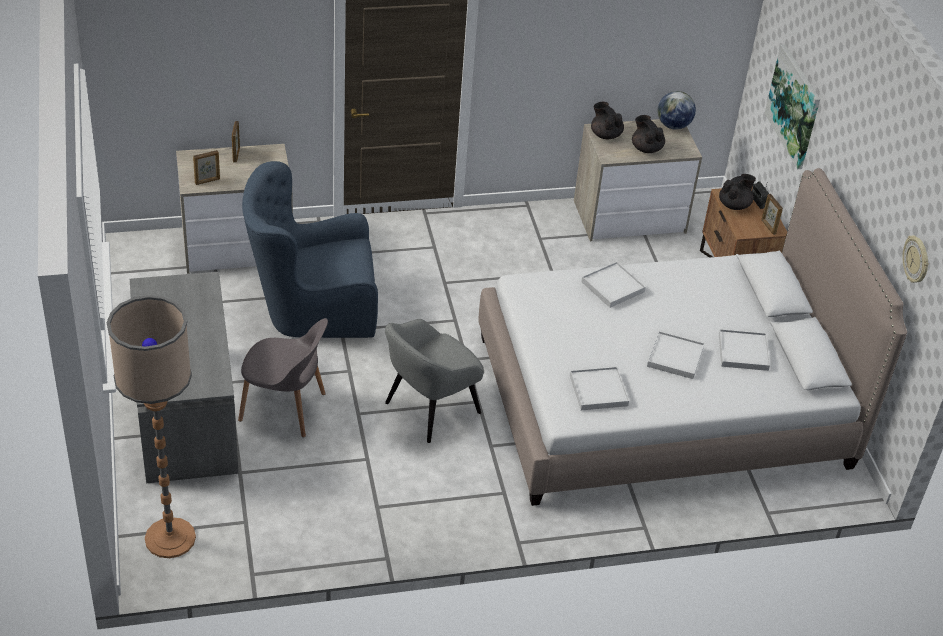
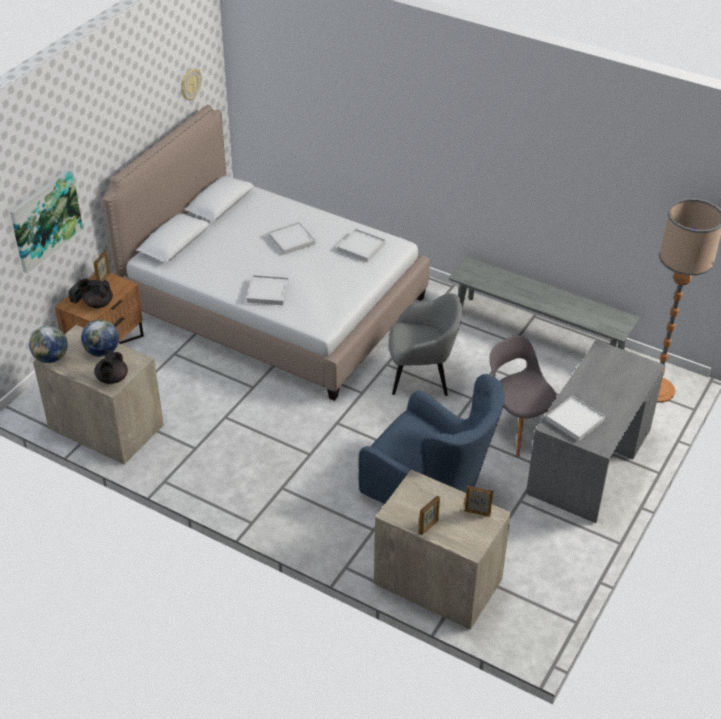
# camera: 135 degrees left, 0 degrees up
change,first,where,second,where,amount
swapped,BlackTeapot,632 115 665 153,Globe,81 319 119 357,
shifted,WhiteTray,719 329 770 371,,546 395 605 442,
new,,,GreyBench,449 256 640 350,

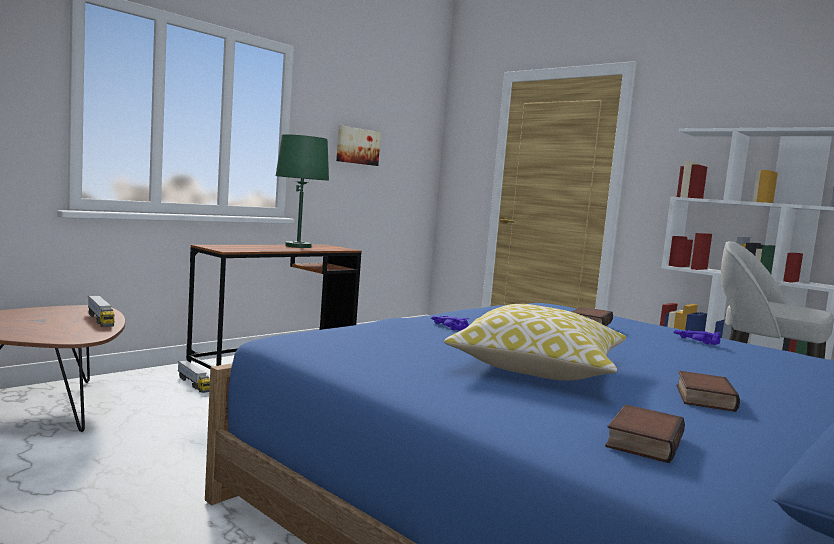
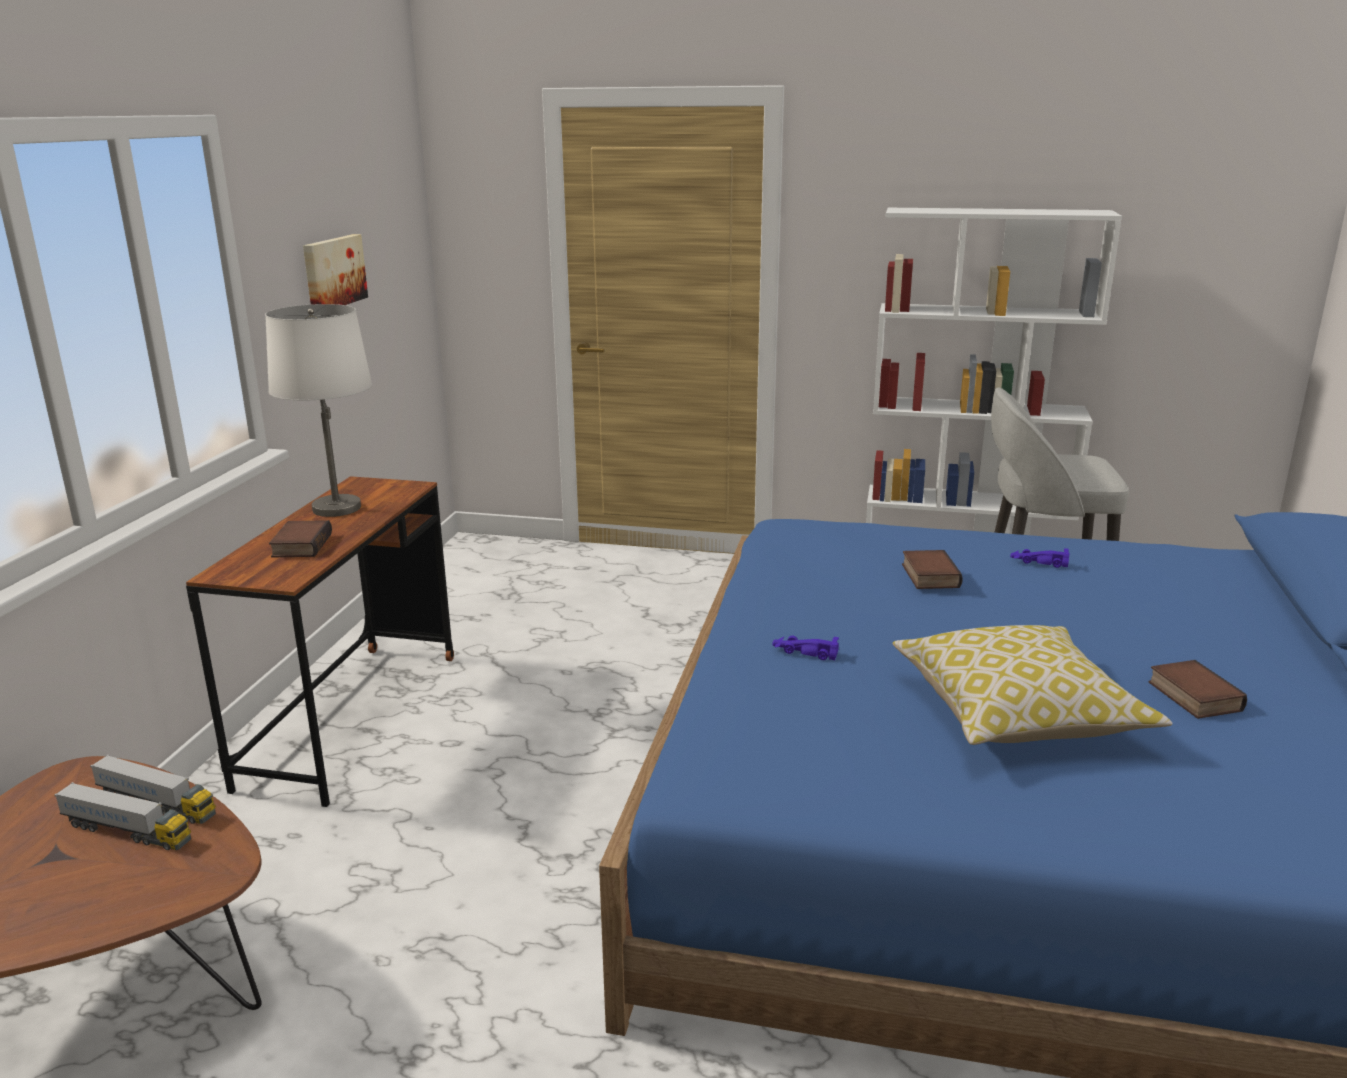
# camera: 30 degrees left, 15 degrees up
change,first,where,second,where,amount
shifted,ToyTruck,178 360 210 393,,54 782 191 850,
repainted,GreenTableLamp,276 134 329 248,WhiteTableLamp,265 304 372 517,
shifted,Book,605 404 685 463,,269 520 332 557,

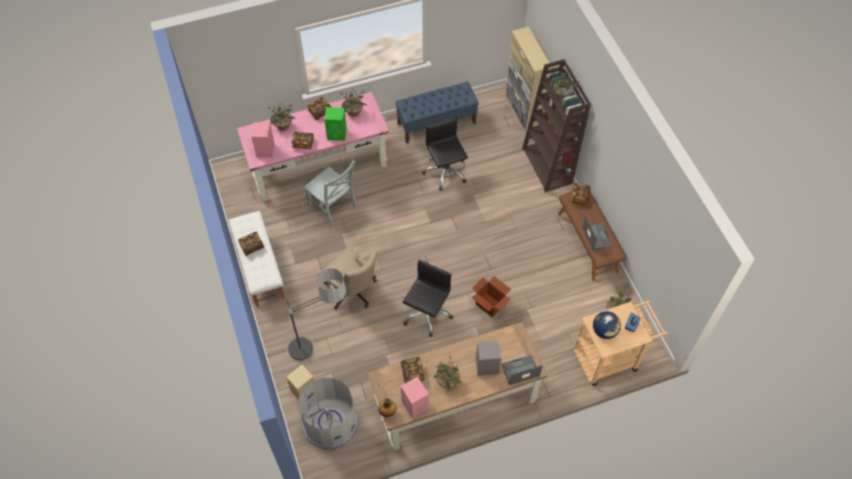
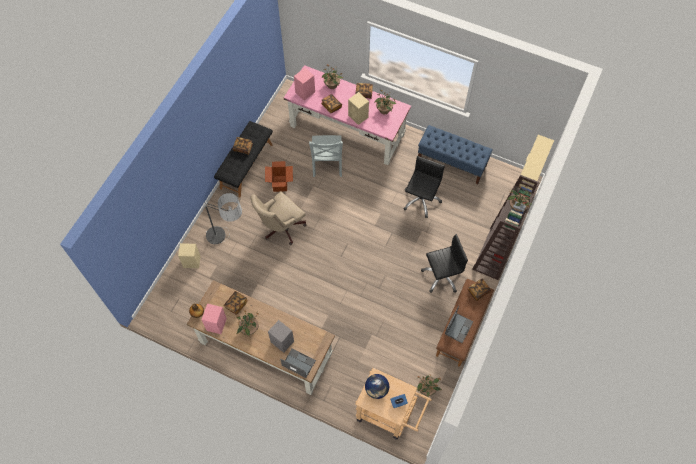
# camera: 45 degrees right, 5 degrees up
change,first,where,second,where,amount
repainted,WhiteBench,229 211 285 307,BlackBench,214 121 273 198,
gone,GreyTrashCan,298 378 357 448,,,
rotated,BeigeOfficeChair,318 247 377 309,,251 191 306 245,45 degrees clockwise
repainted,GreenSpeaker,324 107 347 141,BeigeSpeaker,348 92 369 125,
shifted,BlackOfficeChair,403 260 453 337,,421 234 468 293,
shifted,CardboardBox,471 276 511 318,,265 161 293 192,

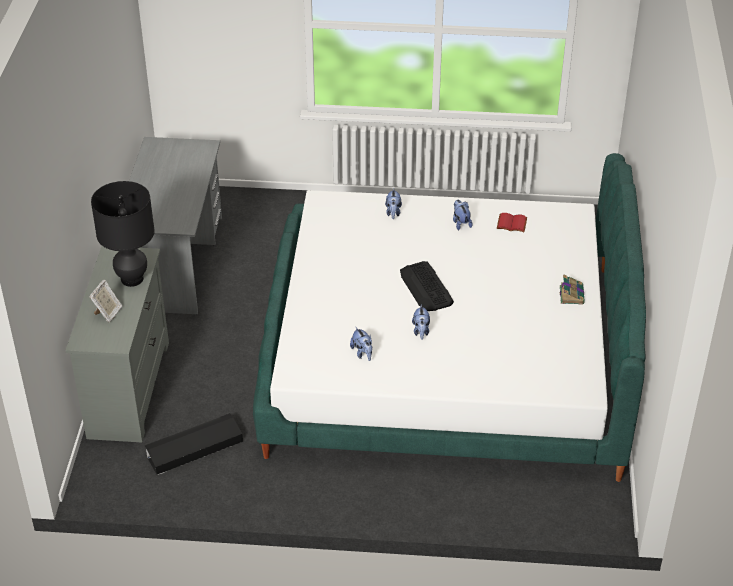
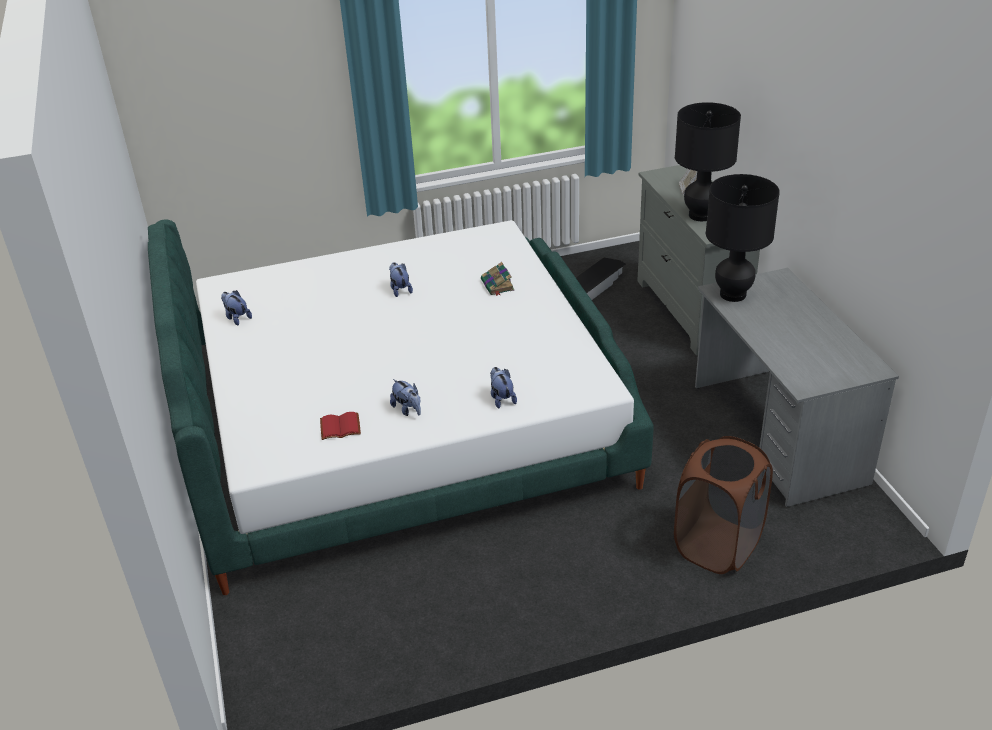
# camera: 160 degrees right, 5 degrees down
change,first,where,second,where,amount
shifted,PlushToy,350 327 372 361,,221 290 252 325,
gone,Keyboard,400 261 454 311,,,
shifted,Book,560 274 585 305,,481 262 515 296,
new,,,BrownLaundryBasket,674 436 773 574,
new,,,BlackTableLamp,706 174 780 302,

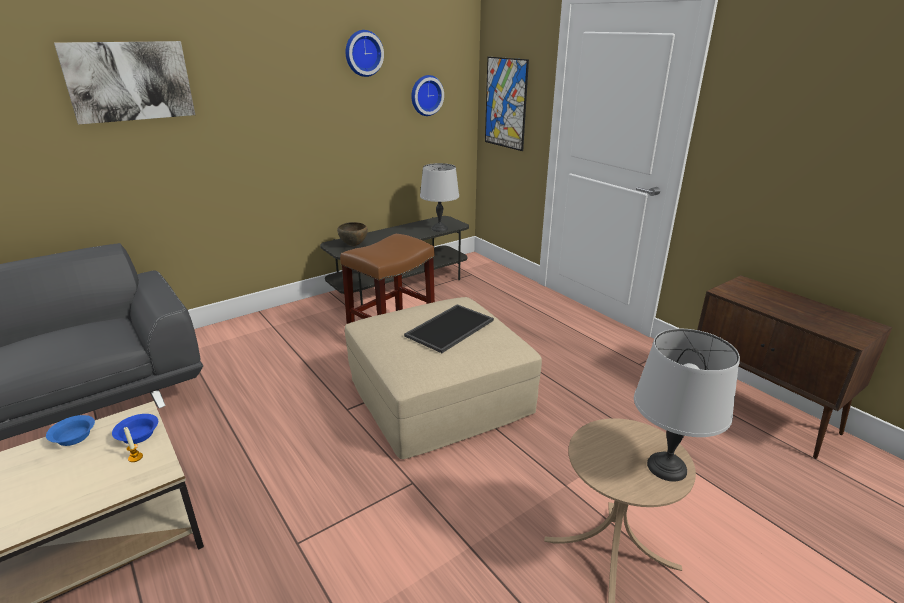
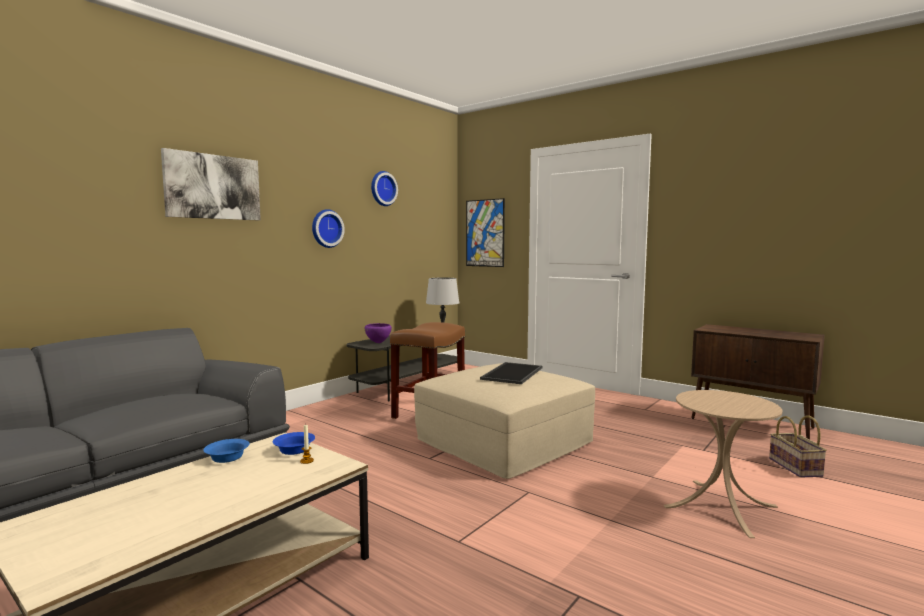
# camera: 15 degrees left, 20 degrees down
change,first,where,second,where,amount
repainted,BrownBowl,337 222 368 246,PurpleBowl,365 323 392 343,
shifted,WallClock,411 75 444 116,,312 209 345 248,
gone,GreyTableLamp,634 329 740 482,,,
new,,,Basket,769 415 827 478,

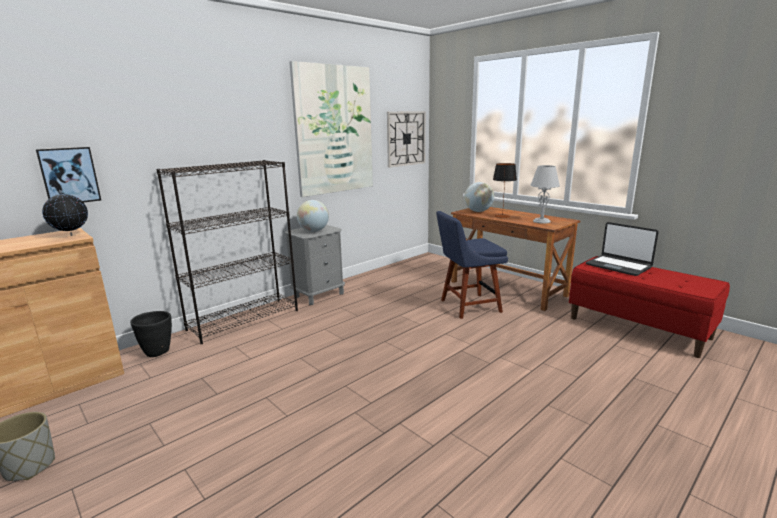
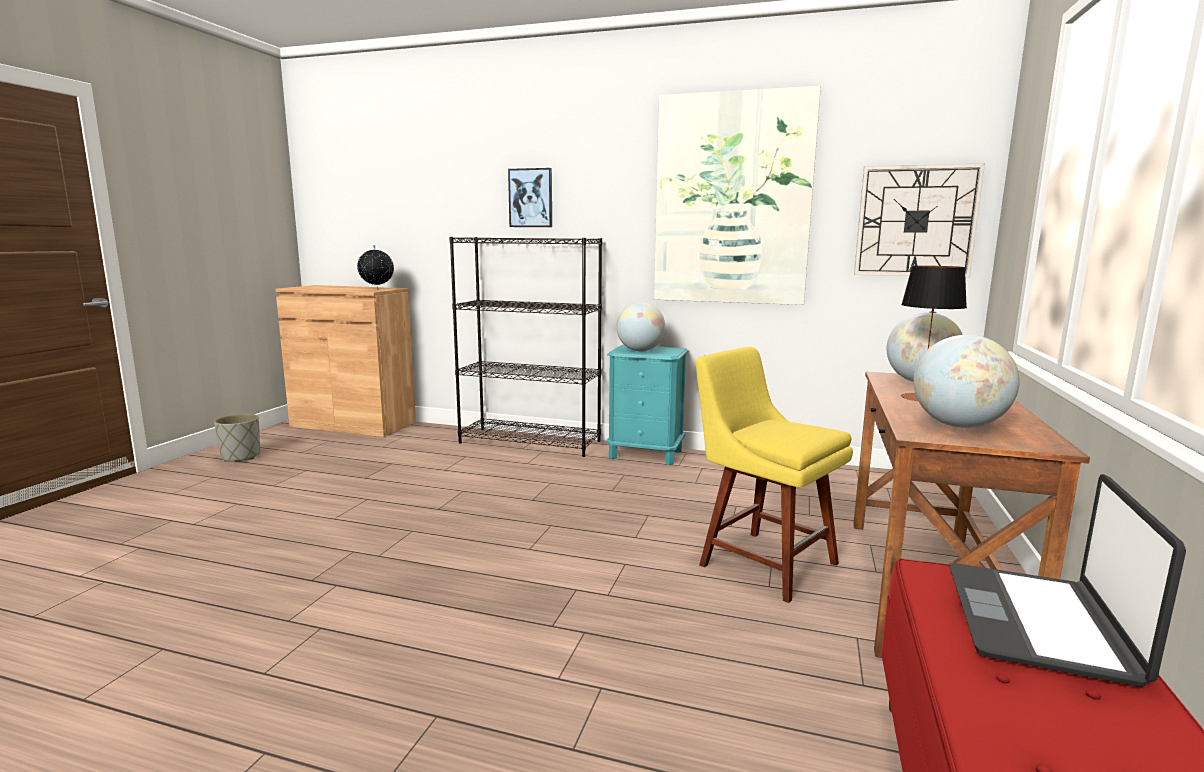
# camera: 60 degrees right, 5 degrees down
change,first,where,second,where,amount
shifted,Picture,36 147 101 203,,508 168 552 227,
gone,BlackPlanter,130 311 172 357,,,
repainted,GreyNightstand,285 225 345 305,TurquoiseNightstand,606 345 688 465,
repainted,BlueChair,436 211 508 319,YellowChair,696 347 853 603,
swapped,GreyTableLamp,531 165 560 224,Globe,913 335 1020 428,

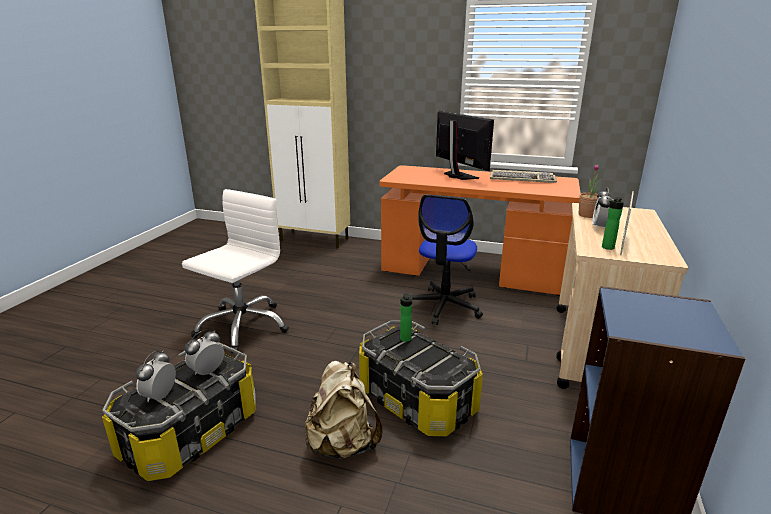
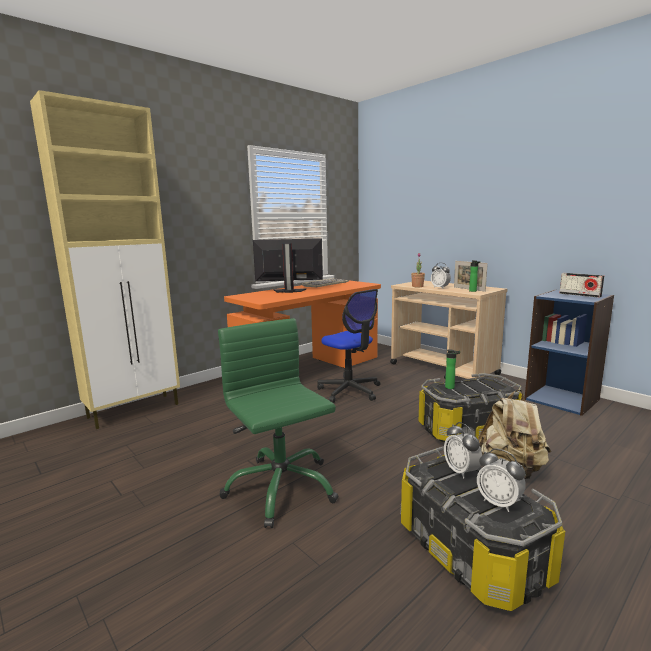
# camera: 60 degrees left, 10 degrees down
change,first,where,second,where,amount
repainted,WhiteOfficeChair,182 189 289 353,GreenOfficeChair,218 318 339 528,
new,,,Radio,559 273 604 298,

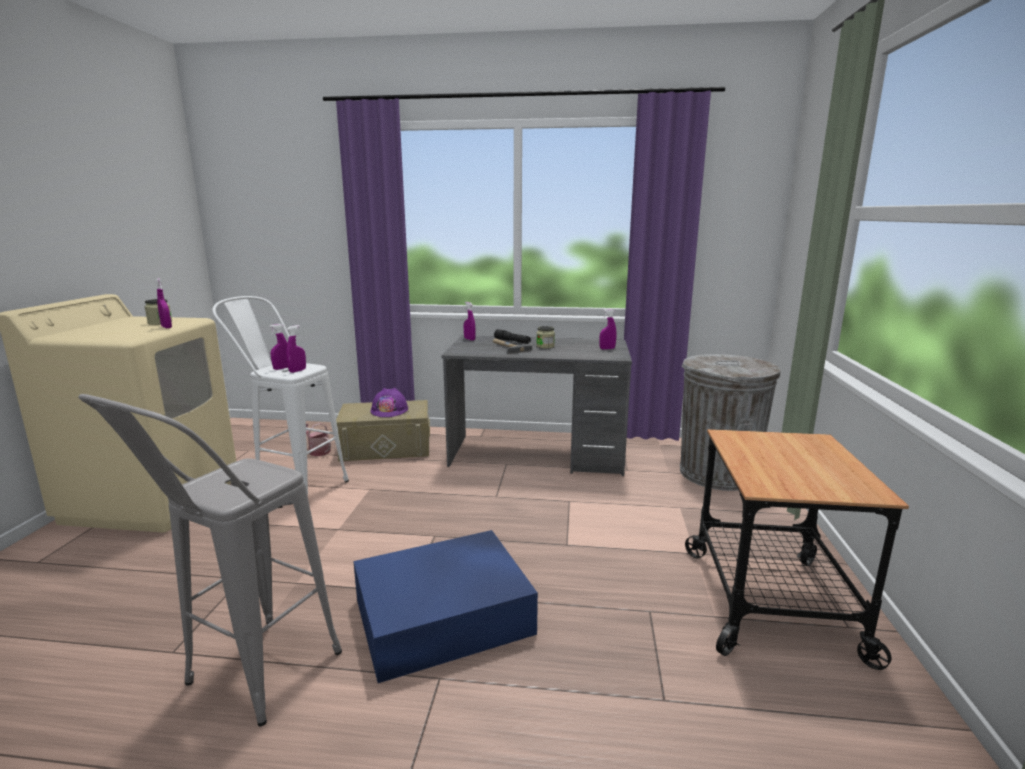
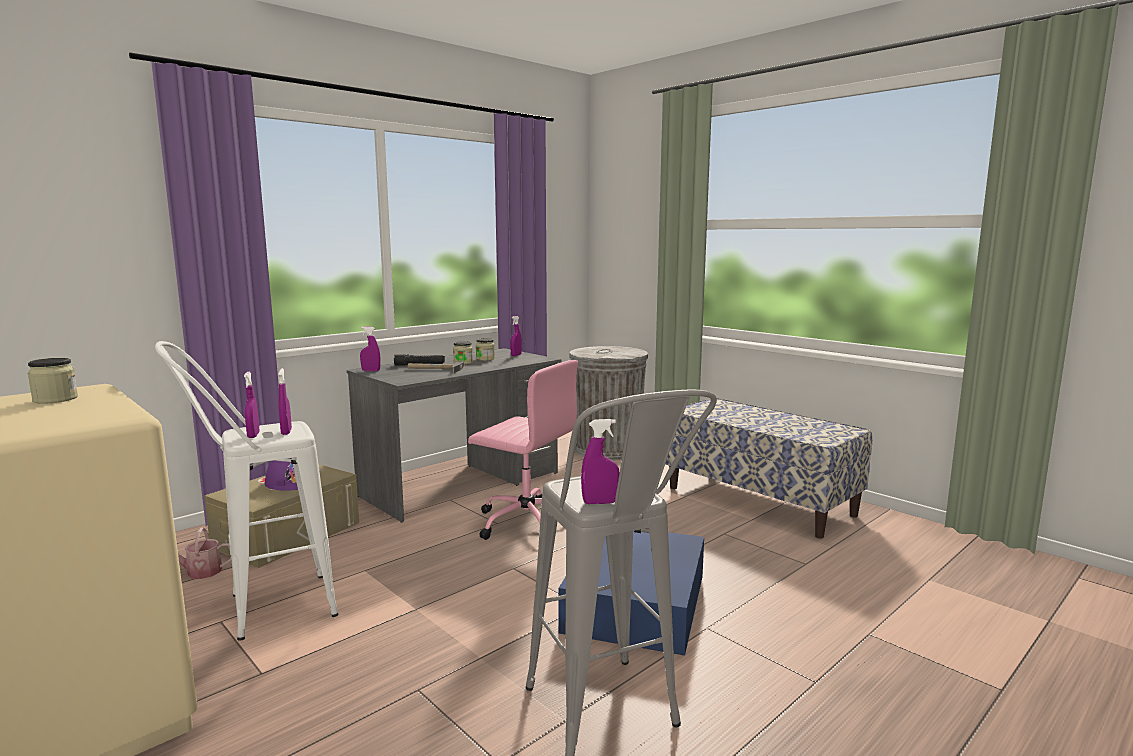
# camera: 50 degrees left, 5 degrees down
change,first,where,second,where,amount
shifted,PurpleSprayBottle,155 278 172 328,,581 419 619 504,
swapped,Cart,685 429 909 670,Bench,665 398 872 539,
new,,,PinkOfficeChair,468 360 578 540,
new,,,Jar,476 338 495 361,

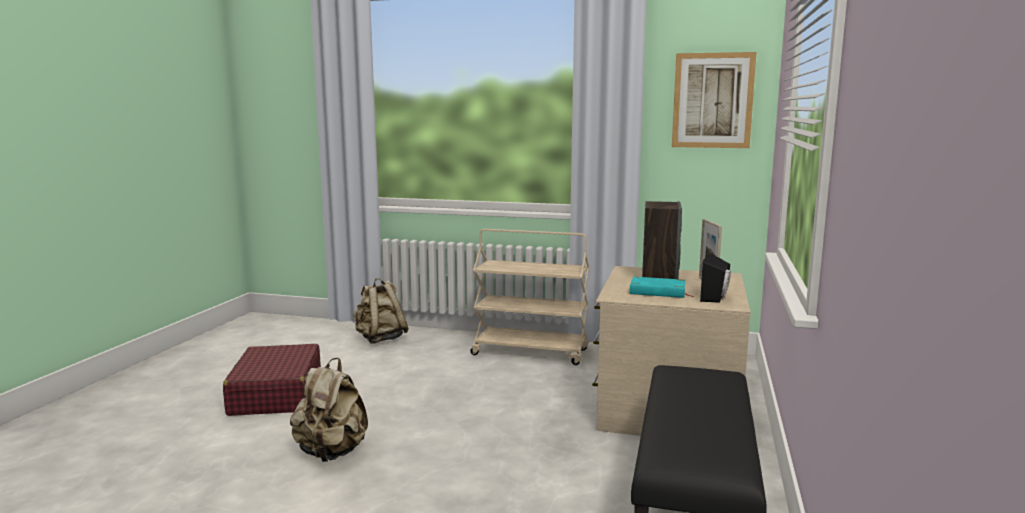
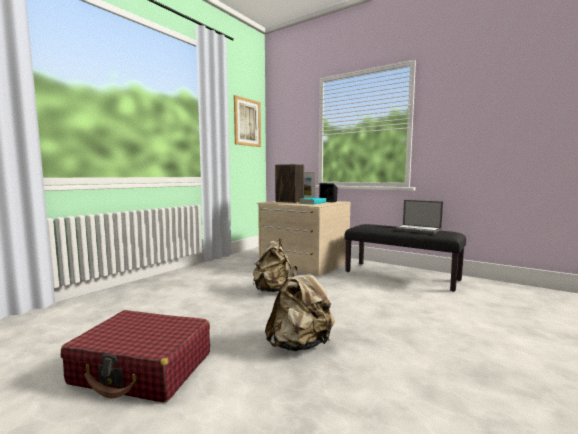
# camera: 70 degrees left, 5 degrees down
change,first,where,second,where,amount
shifted,BeigeBackpack,353 279 409 344,,253 238 294 292,
gone,BeigeCart,470 229 589 365,,,
new,,,Laptop,393 200 443 234,

